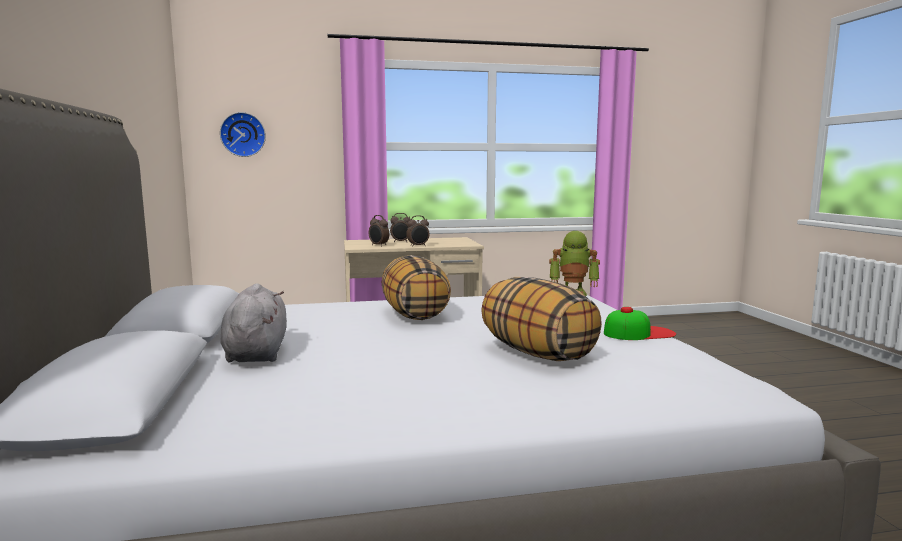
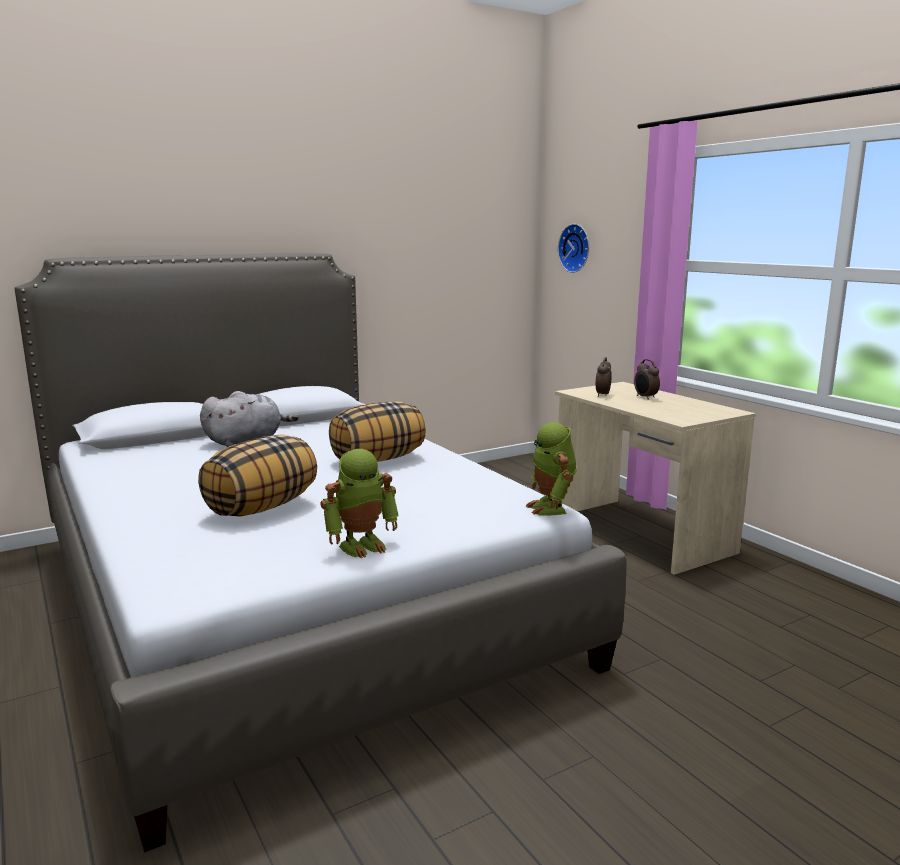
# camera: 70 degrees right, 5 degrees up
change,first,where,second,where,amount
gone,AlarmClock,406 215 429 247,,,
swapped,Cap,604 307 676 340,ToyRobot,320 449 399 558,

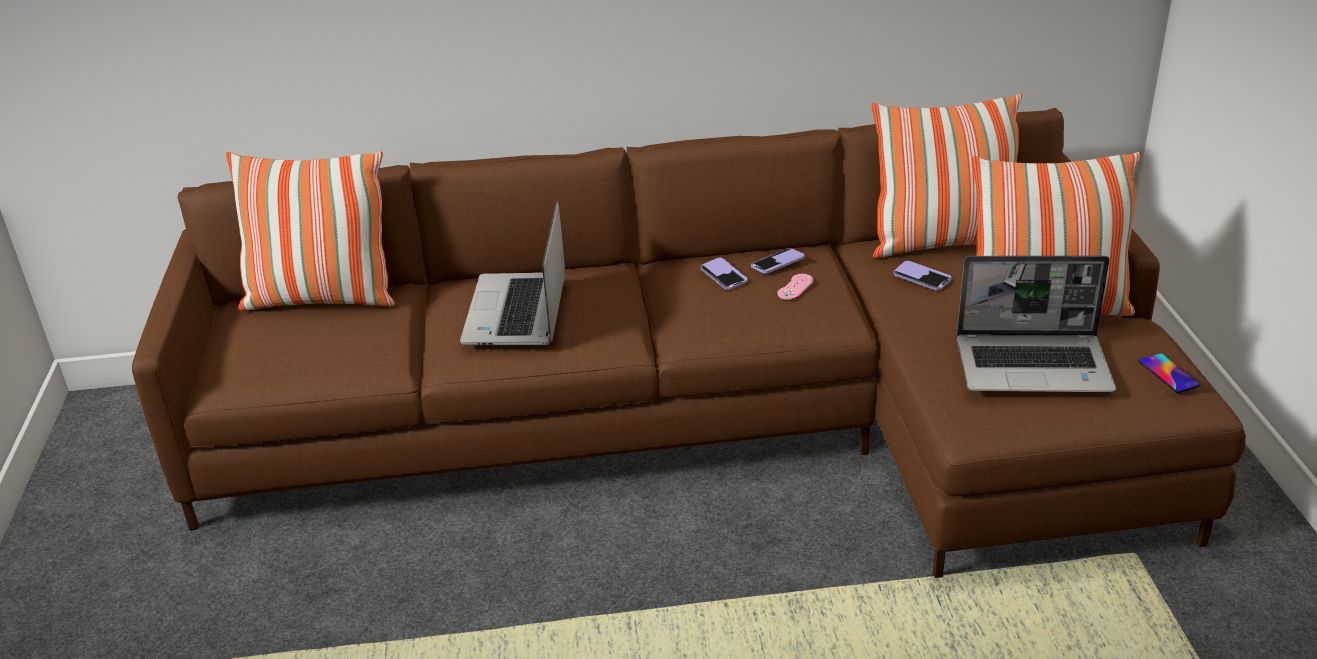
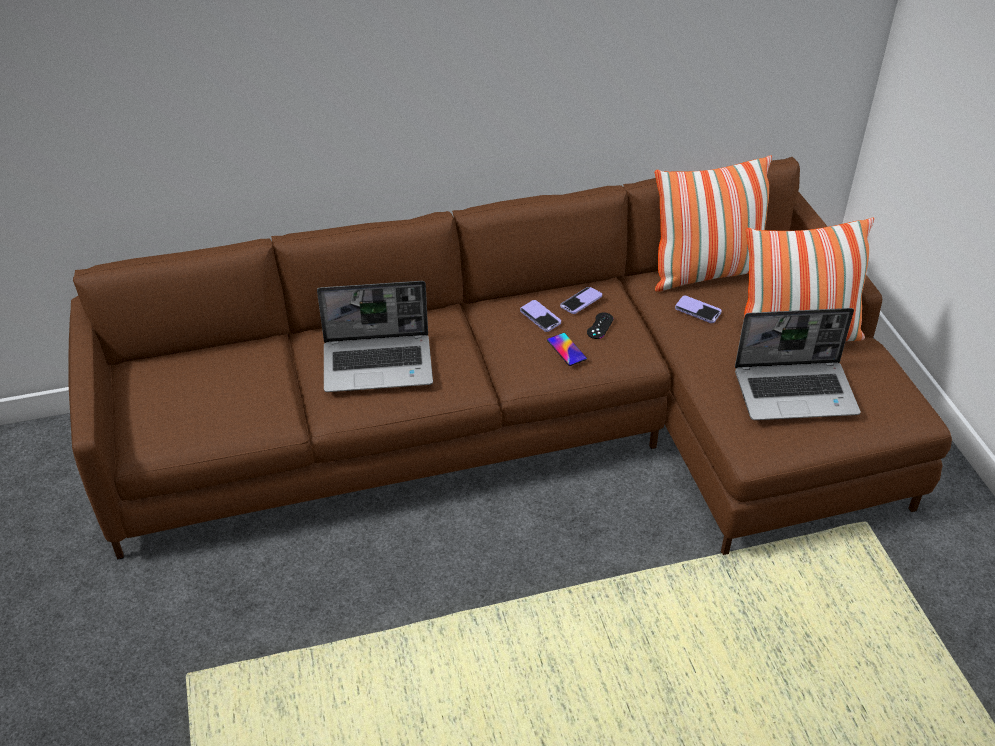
# camera: 10 degrees left, 10 degrees up
change,first,where,second,where,amount
gone,Pillow,226 151 395 311,,,
rotated,Laptop,460 201 565 346,,317 281 433 392,90 degrees counterclockwise
repainted,PinkGameController,777 274 814 300,BlackGameController,587 312 614 339,
shifted,Phone,1138 353 1200 393,,547 333 587 366,

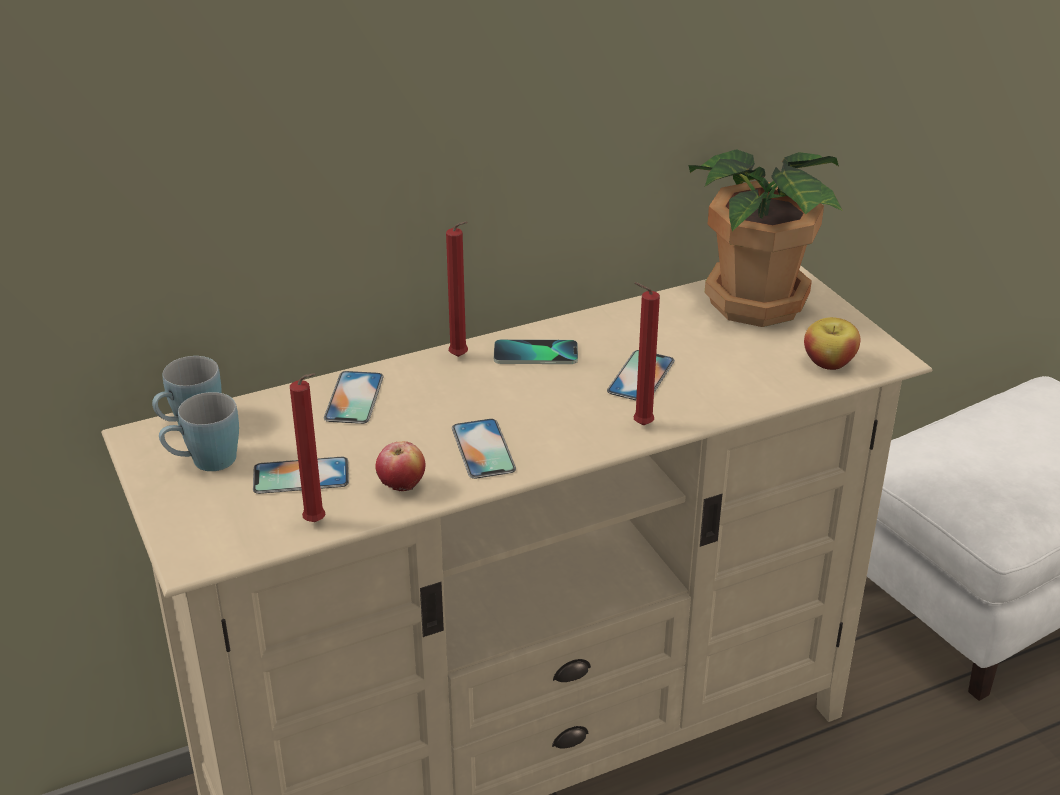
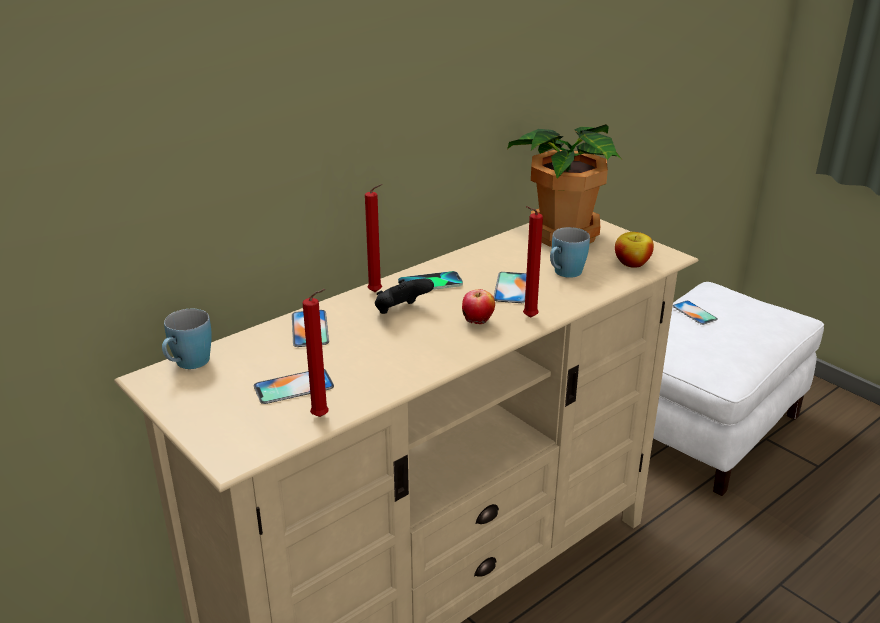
# camera: 15 degrees left, 5 degrees down
change,first,where,second,where,amount
shifted,BlueMug,159 392 239 471,,550 227 590 278,
shifted,Apple,375 441 426 491,,462 289 495 324,
shifted,Phone,452 419 516 479,,672 301 718 325,
new,,,BlackGameController,375 278 434 314,

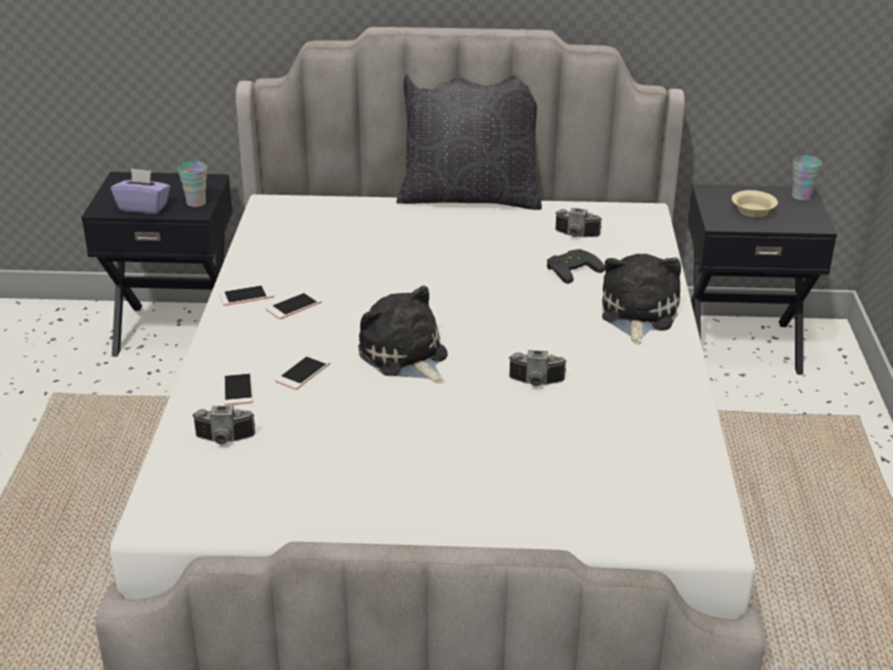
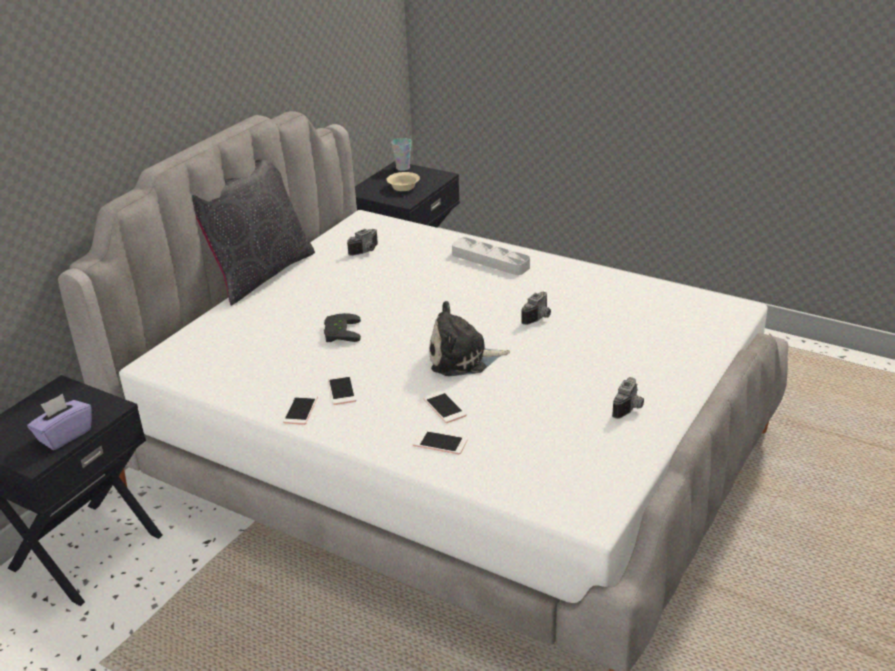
# camera: 60 degrees left, 0 degrees up
change,first,where,second,where,amount
gone,Cup,178 161 207 207,,,
shifted,PhotoCamera,192 406 255 445,,612 377 644 419,
shifted,BlackGameController,547 249 605 284,,324 313 361 342,
swapped,PlushToy,602 254 681 344,GreyTray,452 237 530 275,

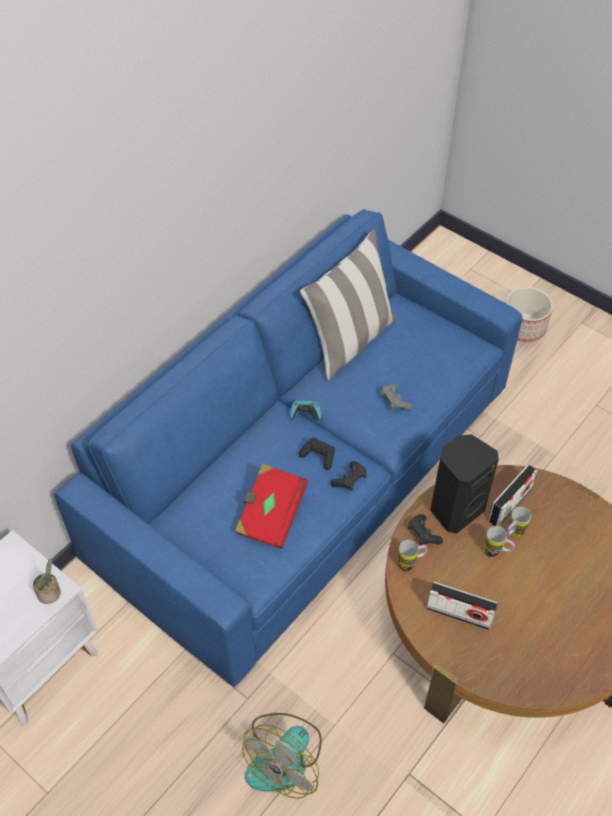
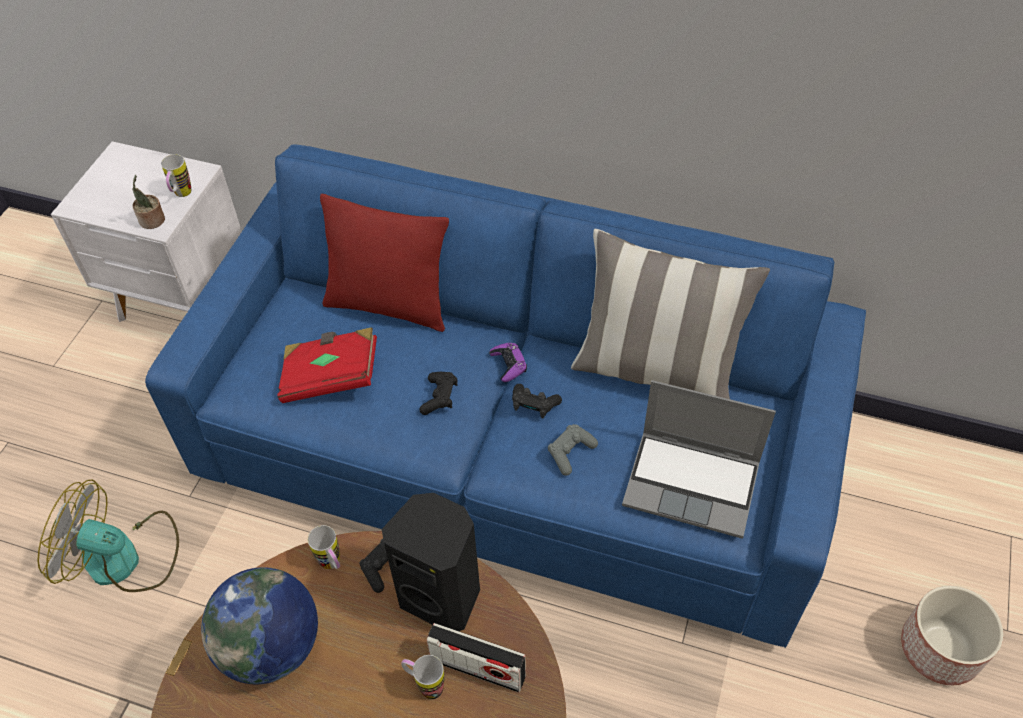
# camera: 70 degrees right, 0 degrees up
change,first,where,second,where,amount
repainted,TurquoiseGameController,290 401 321 421,PurpleGameController,489 343 527 382,
shifted,BlackGameController,331 461 367 491,,512 384 562 419,
swapped,Radio,426 581 498 630,Globe,201 567 318 684,
shifted,Mug,485 526 515 558,,161 154 191 197,
new,,,RedPillow,320 194 449 332,
new,,,Laptop,622 380 776 539,

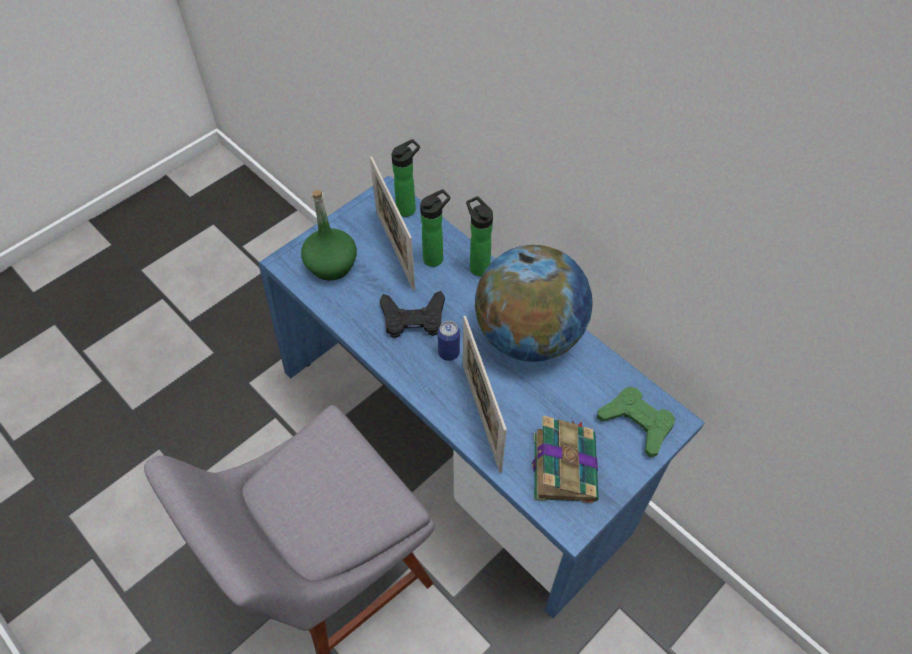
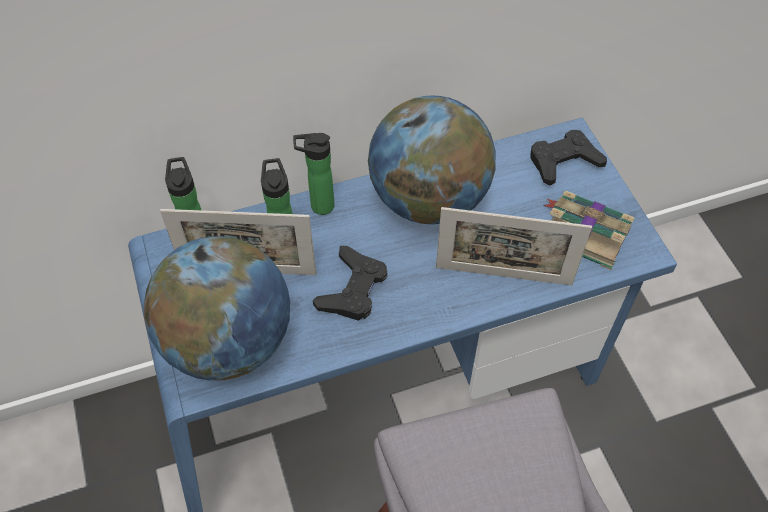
# camera: 65 degrees left, 0 degrees up
change,first,where,second,where,amount
swapped,GreenBottle,301 190 357 281,Globe,143 236 290 381,
gone,Can,438 321 460 361,,,
repainted,GreenGameController,597 387 675 457,BlackGameController,530 130 607 186,

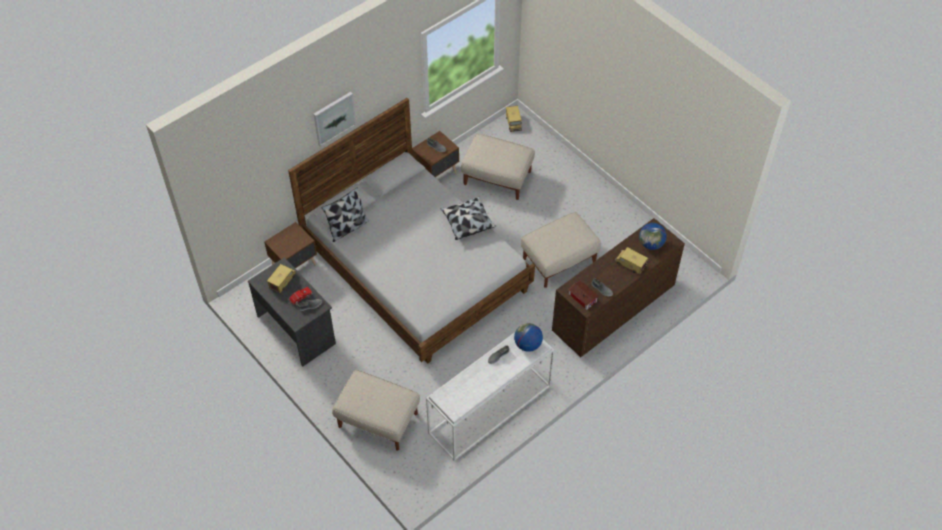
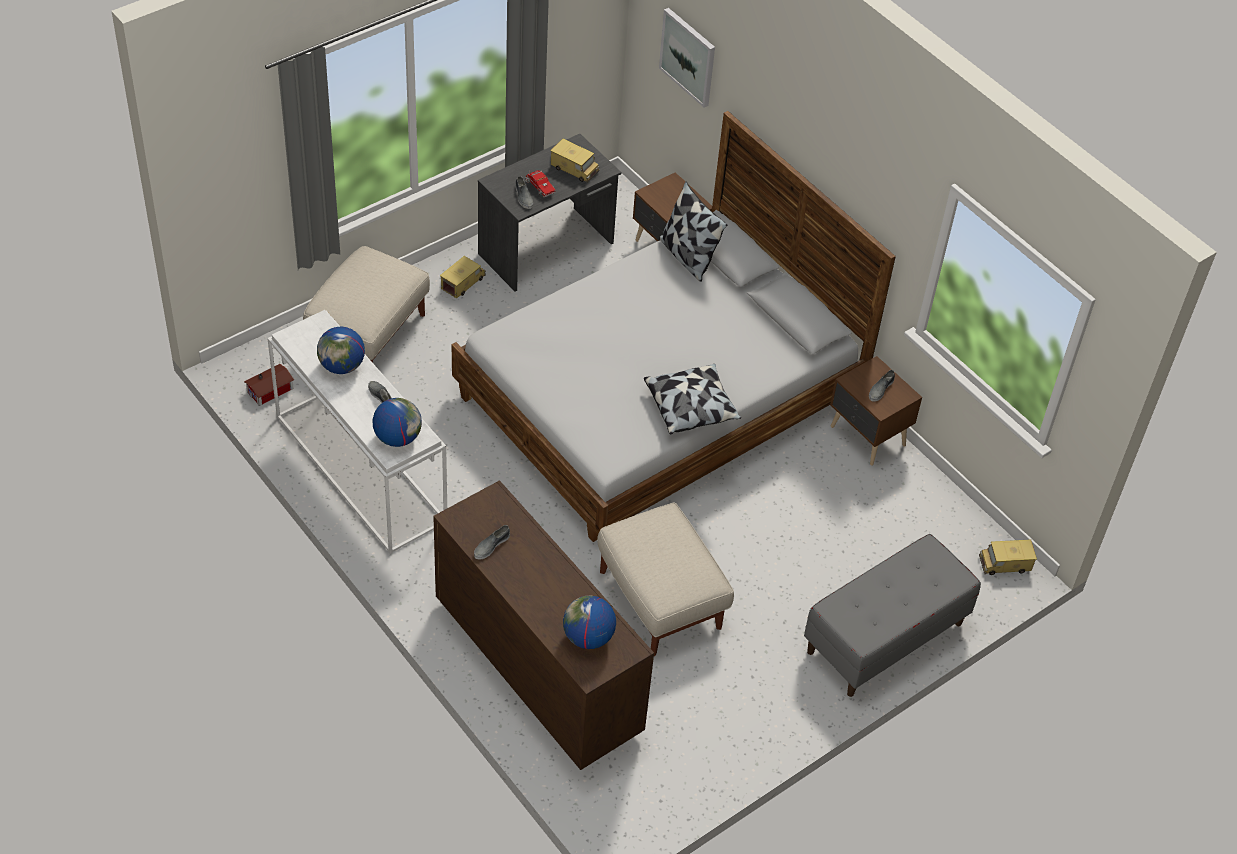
# camera: 90 degrees right, 5 degrees down
change,first,where,second,where,amount
shifted,Picture,314 92 356 147,,659 8 715 108,
gone,BeigeOttoman,461 133 535 200,,,
shifted,ToyHouse,568 280 599 310,,244 364 294 406,
shifted,ToyTruck,615 247 648 274,,440 256 486 298,
new,,,Globe,317 327 365 374,
new,,,GreyBench,804 534 981 697,

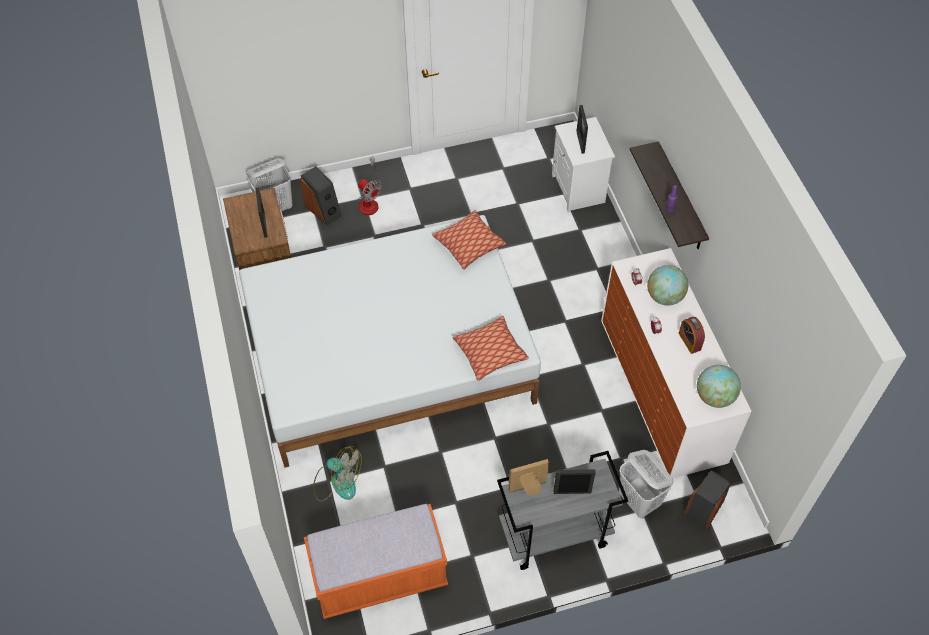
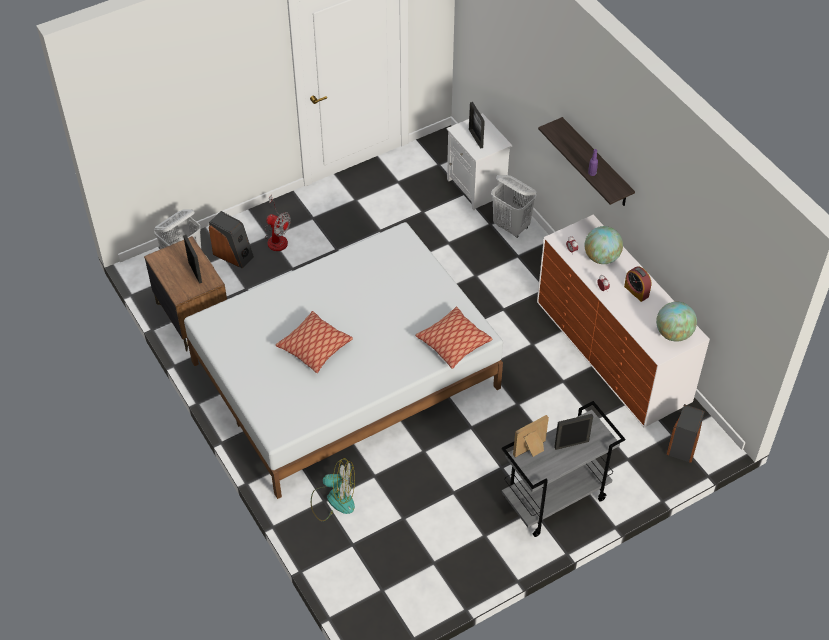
# camera: 15 degrees left, 5 degrees down
change,first,where,second,where,amount
gone,OrangeBench,304 504 448 619,,,
shifted,Pillow,432 210 506 270,,276 311 353 373,
shifted,WhiteLaundryBasket,619 450 674 519,,491 175 537 238,

